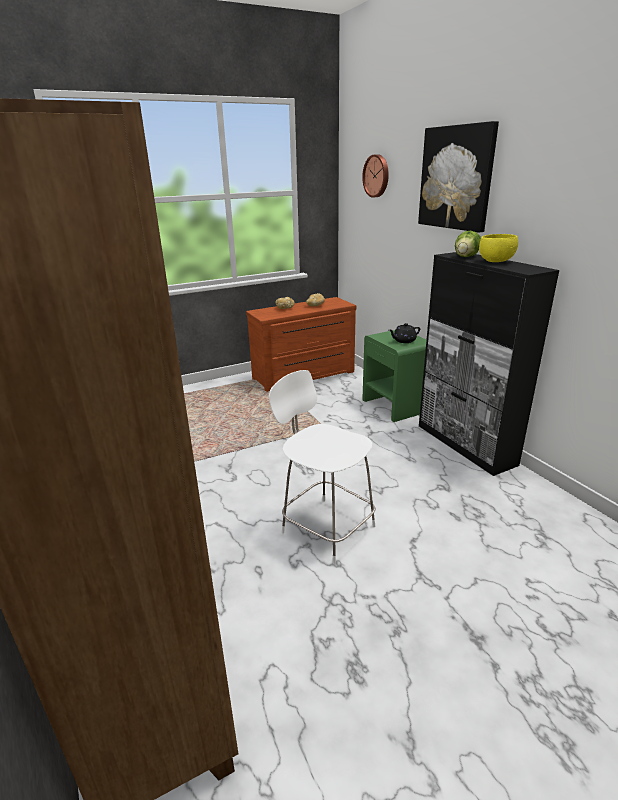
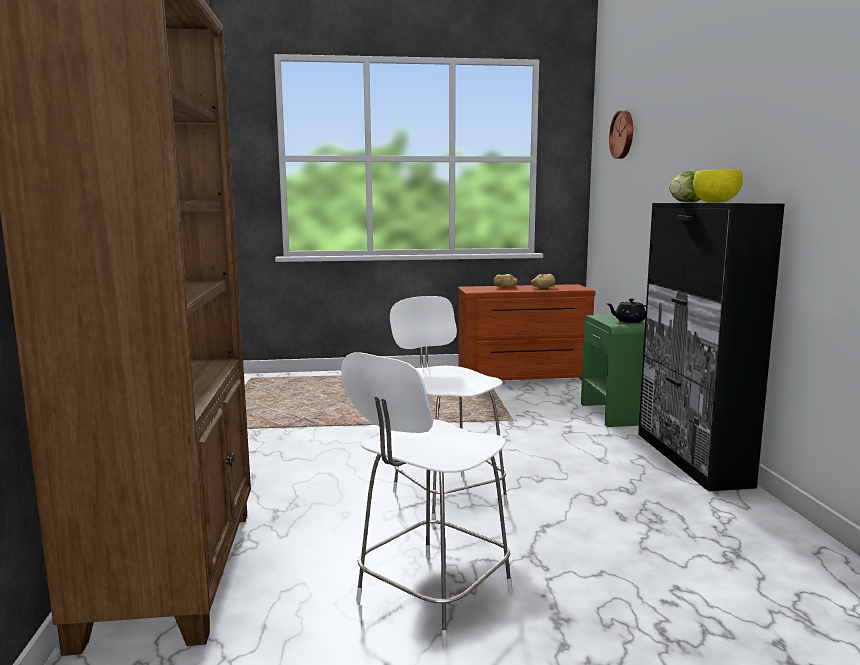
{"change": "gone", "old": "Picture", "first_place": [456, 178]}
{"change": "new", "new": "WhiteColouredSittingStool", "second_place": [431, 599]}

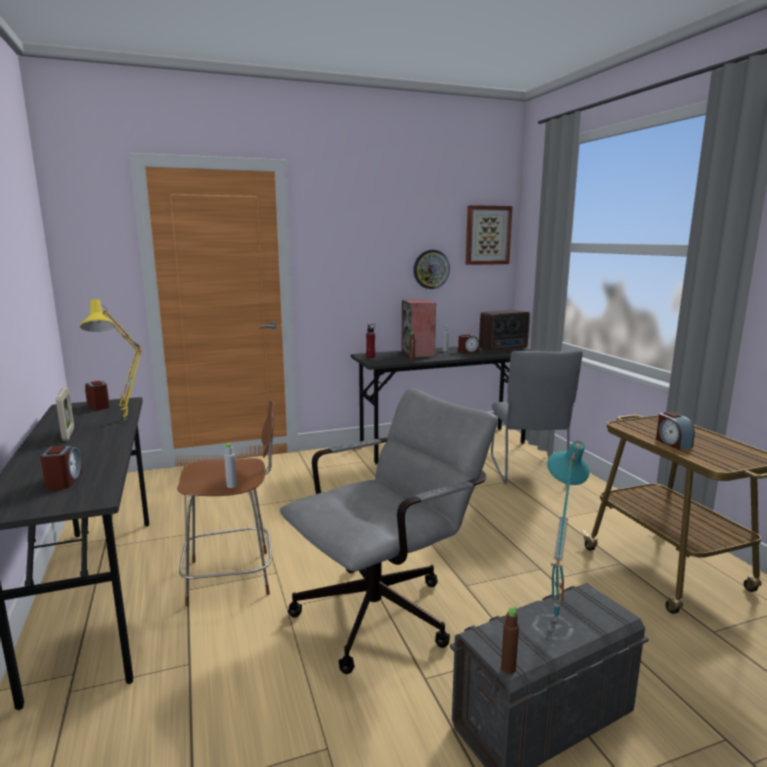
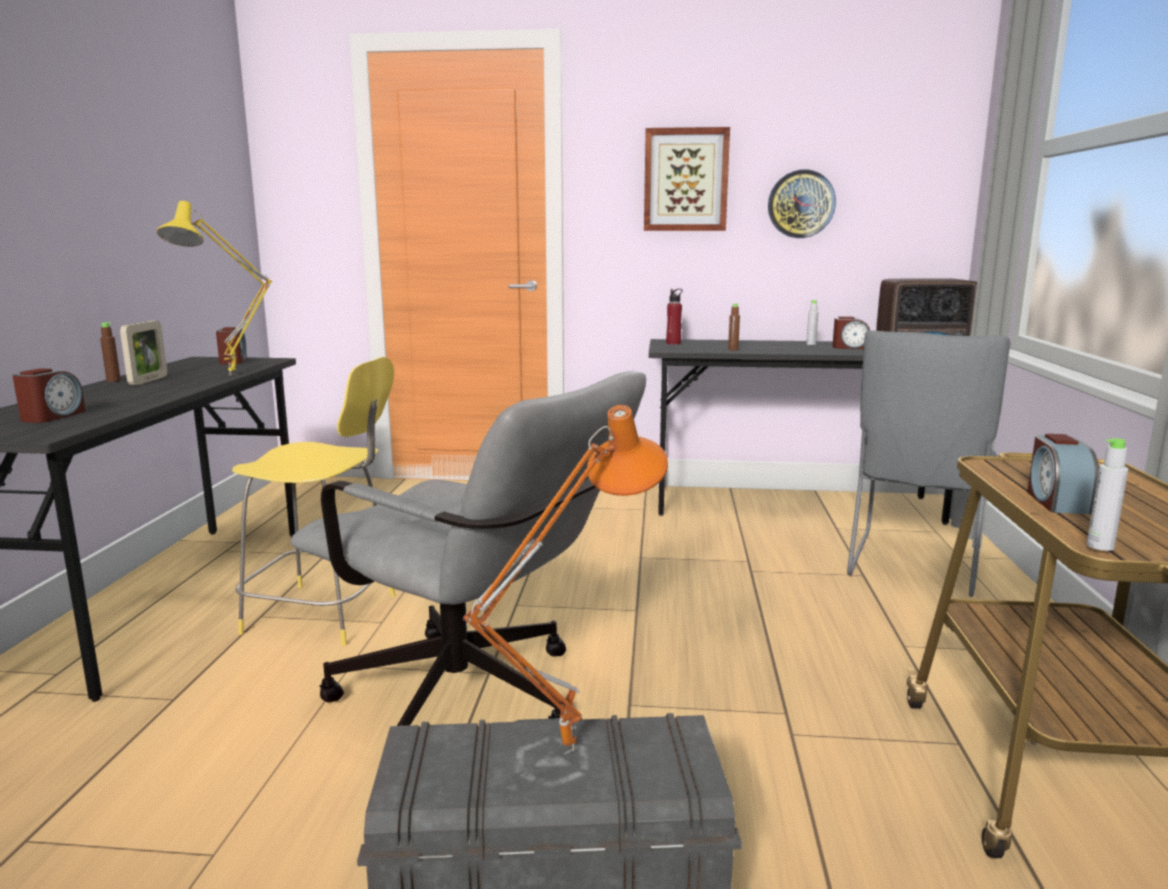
{"change": "gone", "old": "Loudspeaker", "first_place": [418, 353]}
{"change": "shifted", "old": "GreyishBeverageBottle", "first_place": [231, 486], "second_place": [1100, 546]}
{"change": "shifted", "old": "Picture", "first_place": [487, 235], "second_place": [685, 180]}
{"change": "shifted", "old": "BrownishBeverageBottle", "first_place": [508, 668], "second_place": [113, 380]}
{"change": "repainted", "old": "BrownishSittingStool", "new": "YellowColouredSittingStool", "first_place": [233, 577], "second_place": [326, 614]}
{"change": "repainted", "old": "TurquoiseTabletopLamp", "new": "OrangeyTabletopLamp", "first_place": [552, 618], "second_place": [566, 748]}
{"change": "rotated", "old": "GreyishComputerChair", "first_place": [387, 609], "second_place": [477, 704], "degrees": 45}

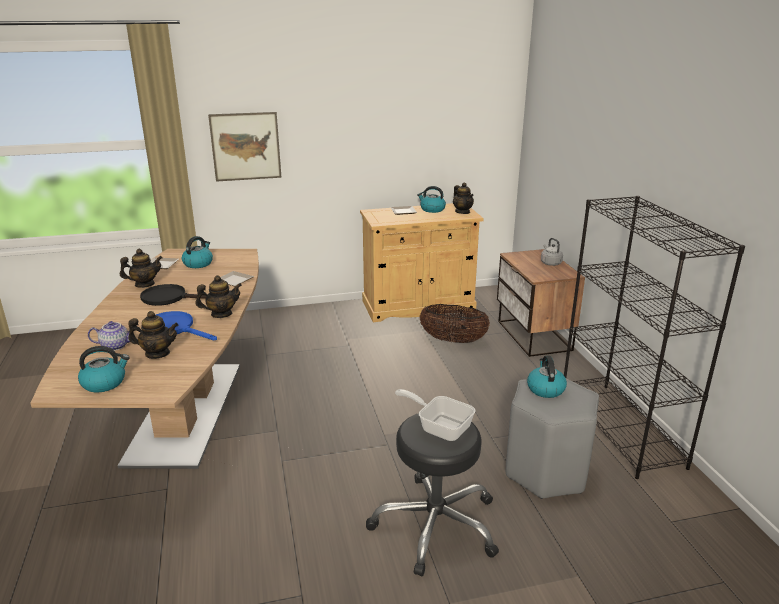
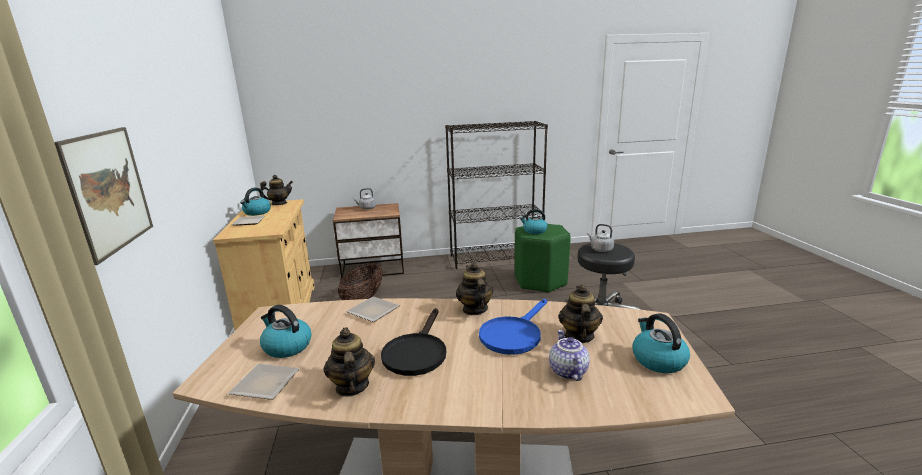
{"change": "swapped", "old": "Skillet", "new": "GreyishWaterKettle", "first_place": [440, 427], "second_place": [600, 249]}
{"change": "repainted", "old": "GreyishSittingStool", "new": "GreenishSittingStool", "first_place": [546, 471], "second_place": [539, 281]}

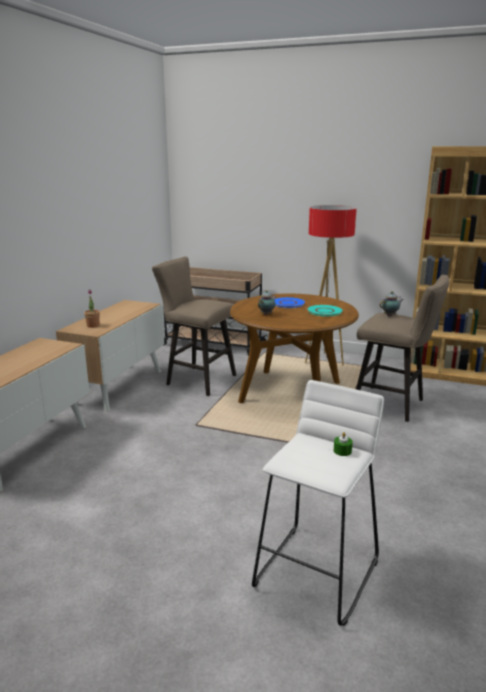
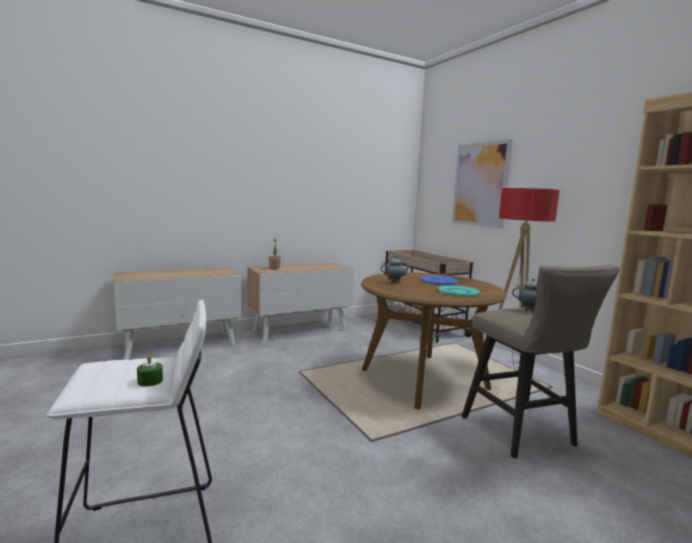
{"change": "gone", "old": "BeigeSittingStool", "first_place": [197, 379]}
{"change": "new", "new": "Picture", "second_place": [480, 184]}

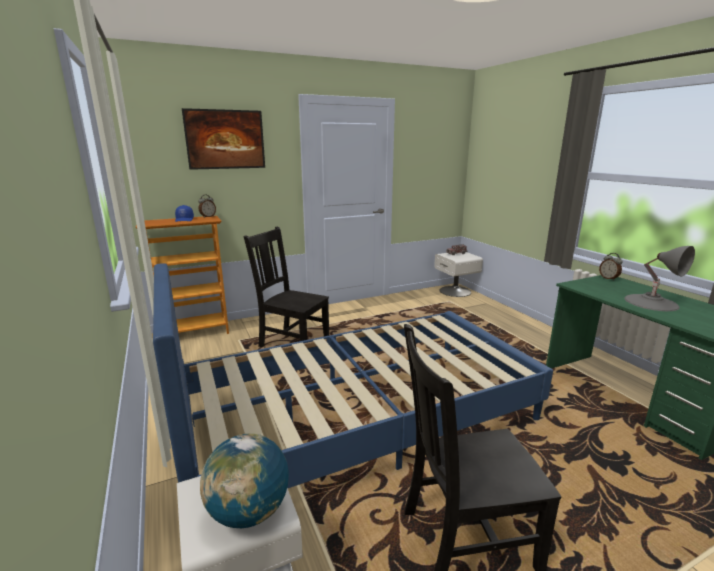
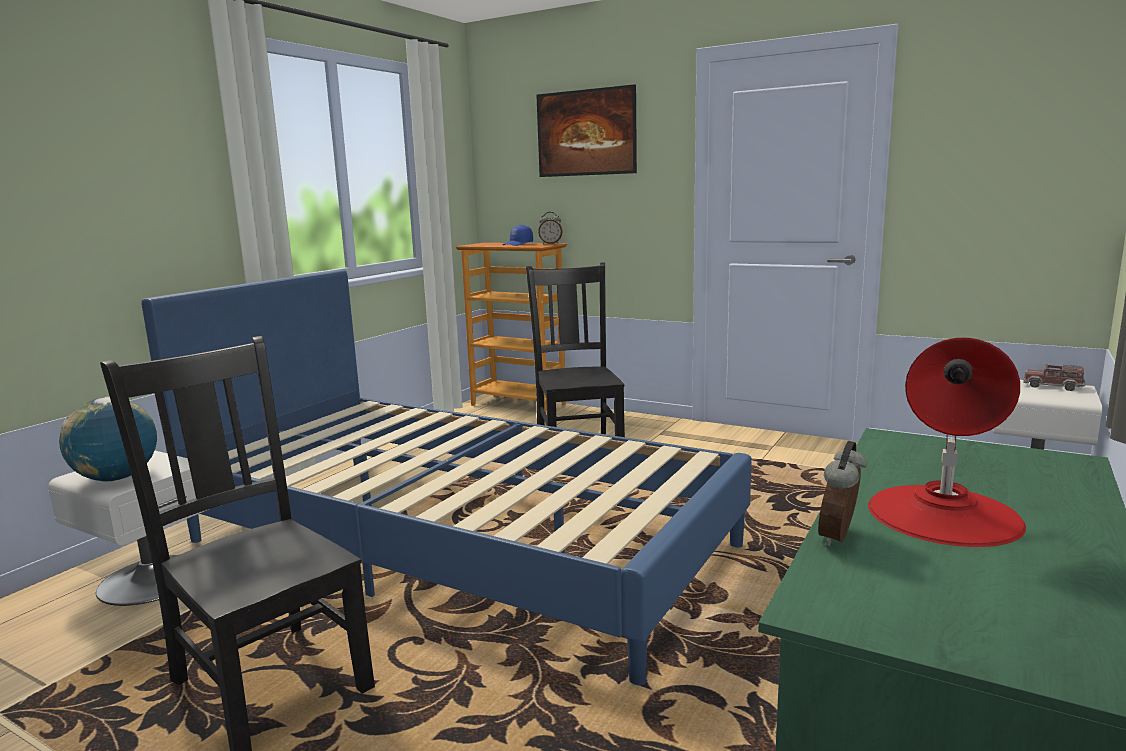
{"change": "shifted", "old": "BedsideClock", "first_place": [608, 278], "second_place": [840, 538]}
{"change": "repainted", "old": "GreyishTabletopLamp", "new": "RedTabletopLamp", "first_place": [651, 302], "second_place": [944, 514]}

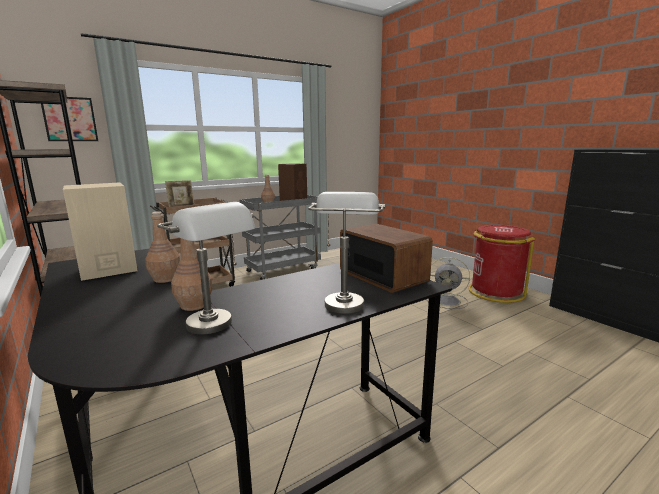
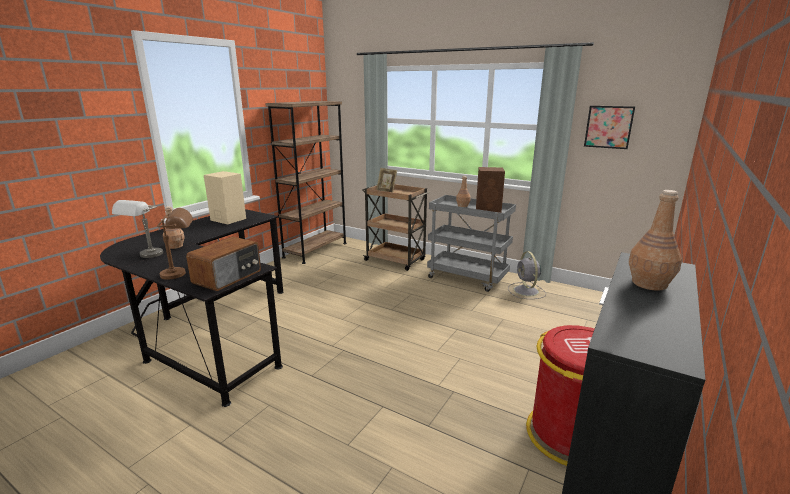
{"change": "shifted", "old": "Picture", "first_place": [70, 119], "second_place": [608, 127]}
{"change": "shifted", "old": "BrownishBeverageBottle", "first_place": [165, 279], "second_place": [649, 284]}
{"change": "shifted", "old": "GreyishElectricFan", "first_place": [447, 301], "second_place": [526, 291]}
{"change": "repainted", "old": "GreyishTabletopLamp", "new": "BrownishTabletopLamp", "first_place": [344, 299], "second_place": [182, 273]}

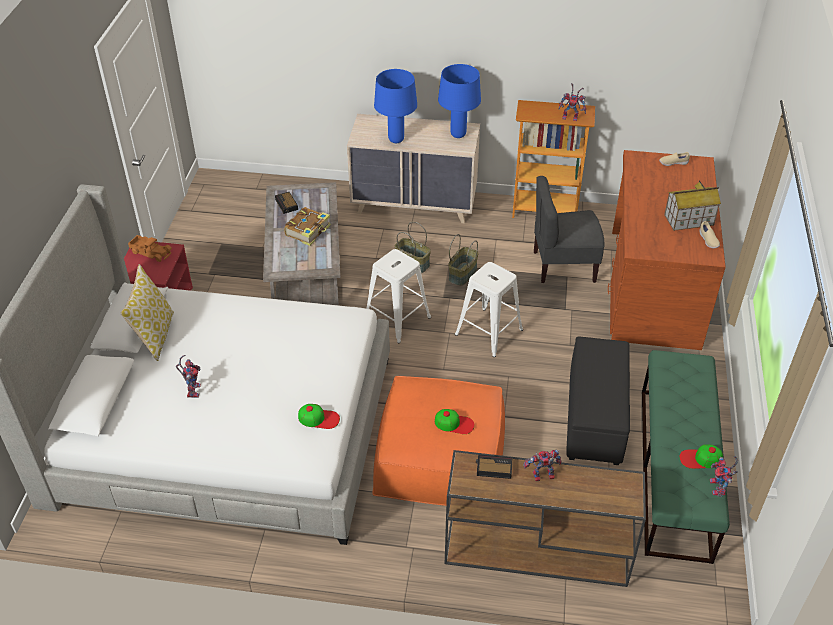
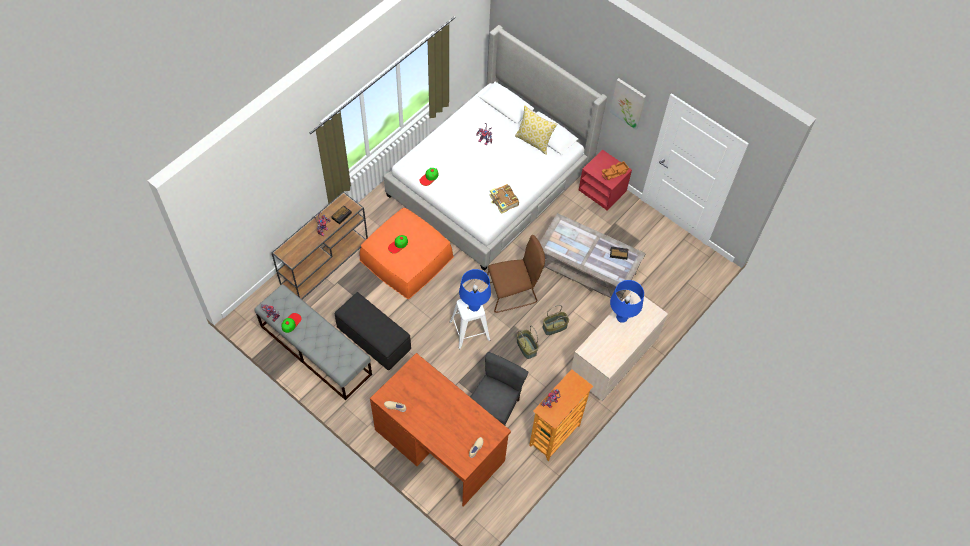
{"change": "gone", "old": "ModelHouse", "first_place": [688, 220]}
{"change": "new", "new": "Picture", "second_place": [628, 103]}
{"change": "shifted", "old": "Volume", "first_place": [308, 231], "second_place": [503, 201]}
{"change": "shifted", "old": "BlueColouredTabletopLamp", "first_place": [458, 135], "second_place": [474, 307]}
{"change": "swapped", "old": "WhiteColouredSittingStool", "new": "BrownishChair", "first_place": [397, 318], "second_place": [513, 293]}
{"change": "repainted", "old": "GreenishIndoorBench", "new": "GreyishIndoorBench", "first_place": [674, 472], "second_place": [315, 350]}

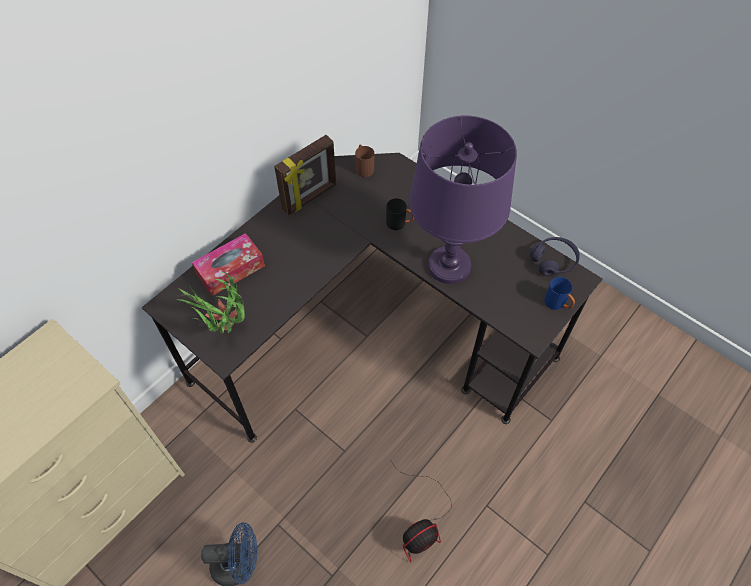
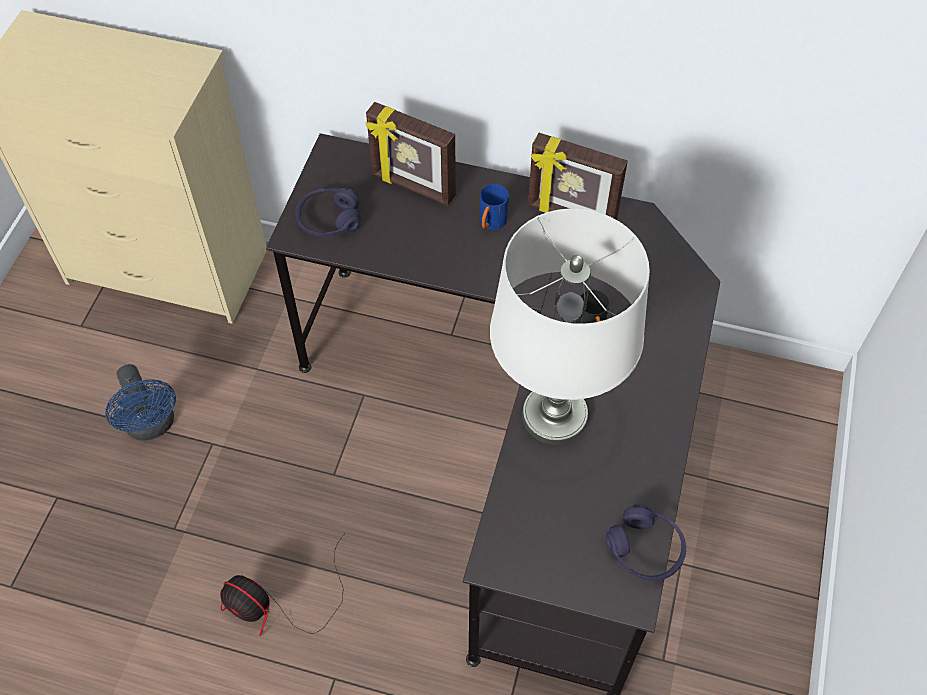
{"change": "gone", "old": "BrownishCoffeeMug", "first_place": [363, 168]}
{"change": "shifted", "old": "BlueColouredCoffeeMug", "first_place": [558, 304], "second_place": [491, 224]}
{"change": "swapped", "old": "PlantInAPot", "new": "PurpleHeadset", "first_place": [225, 329], "second_place": [329, 220]}
{"change": "swapped", "old": "TissueHolder", "new": "PhotoFrame", "first_place": [230, 270], "second_place": [412, 187]}
{"change": "repainted", "old": "PurpleTabletopLamp", "new": "WhiteColouredTabletopLamp", "first_place": [449, 266], "second_place": [555, 416]}

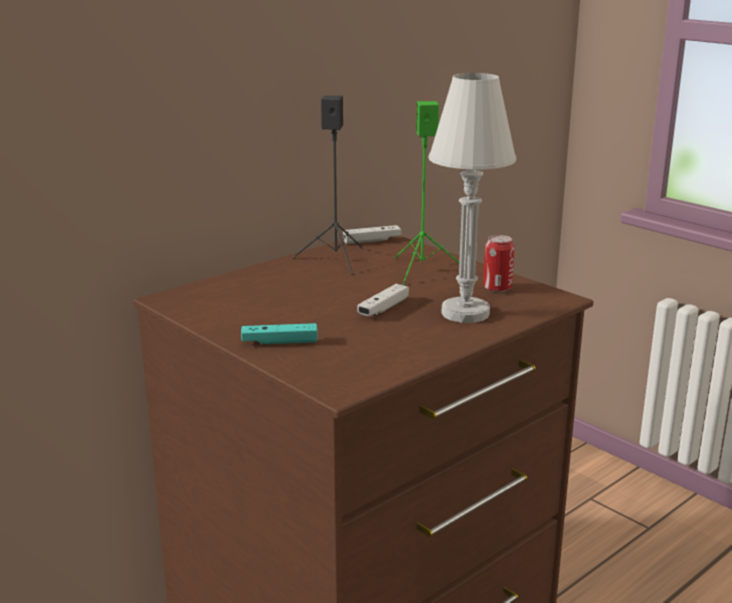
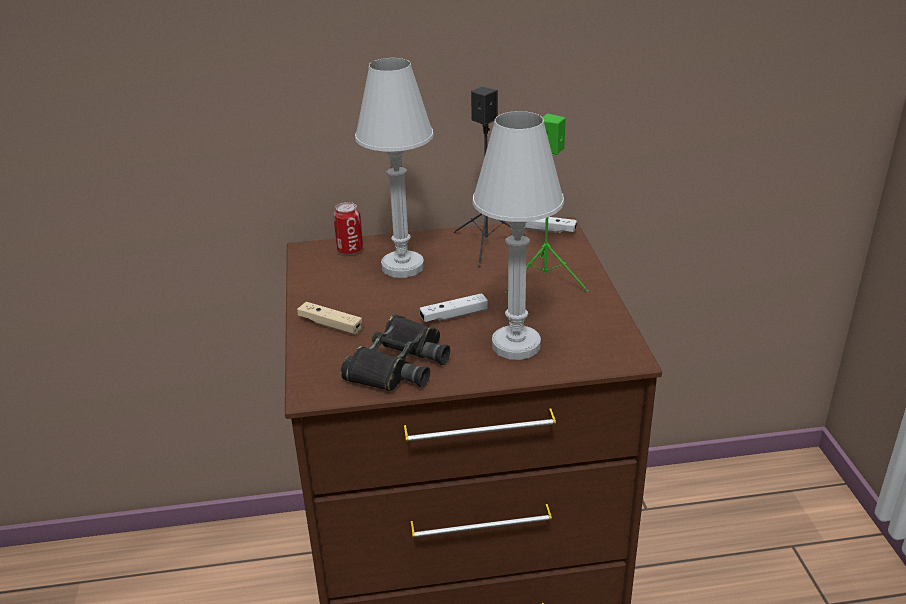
{"change": "new", "new": "BlackishBinoculars", "second_place": [398, 364]}
{"change": "new", "new": "WhiteColouredTabletopLamp", "second_place": [402, 267]}
{"change": "shifted", "old": "SealedCan", "first_place": [497, 288], "second_place": [350, 250]}
{"change": "repainted", "old": "TurquoiseGameController", "new": "BeigeGameController", "first_place": [279, 342], "second_place": [330, 325]}

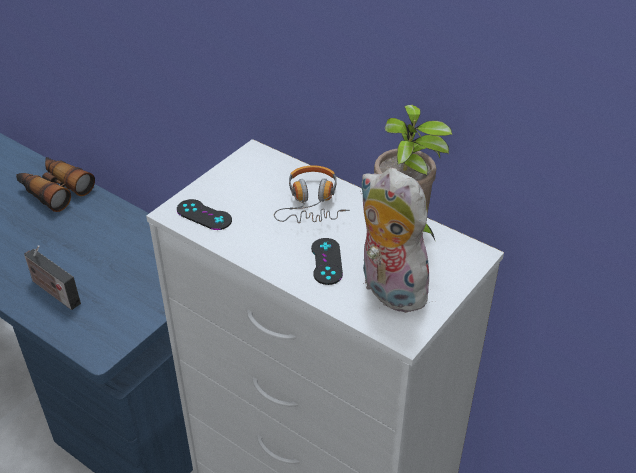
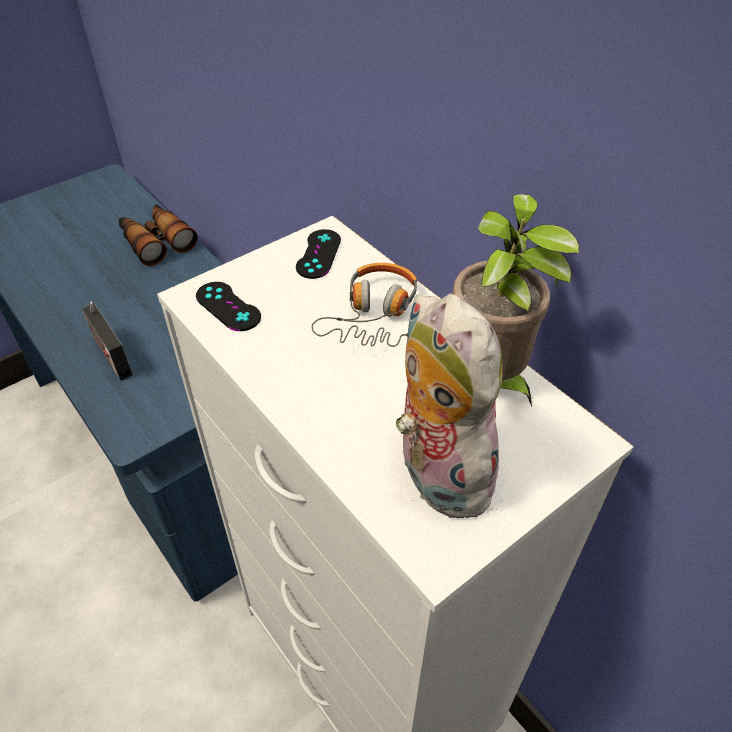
{"change": "shifted", "old": "BlackishGameController", "first_place": [326, 261], "second_place": [318, 254]}

